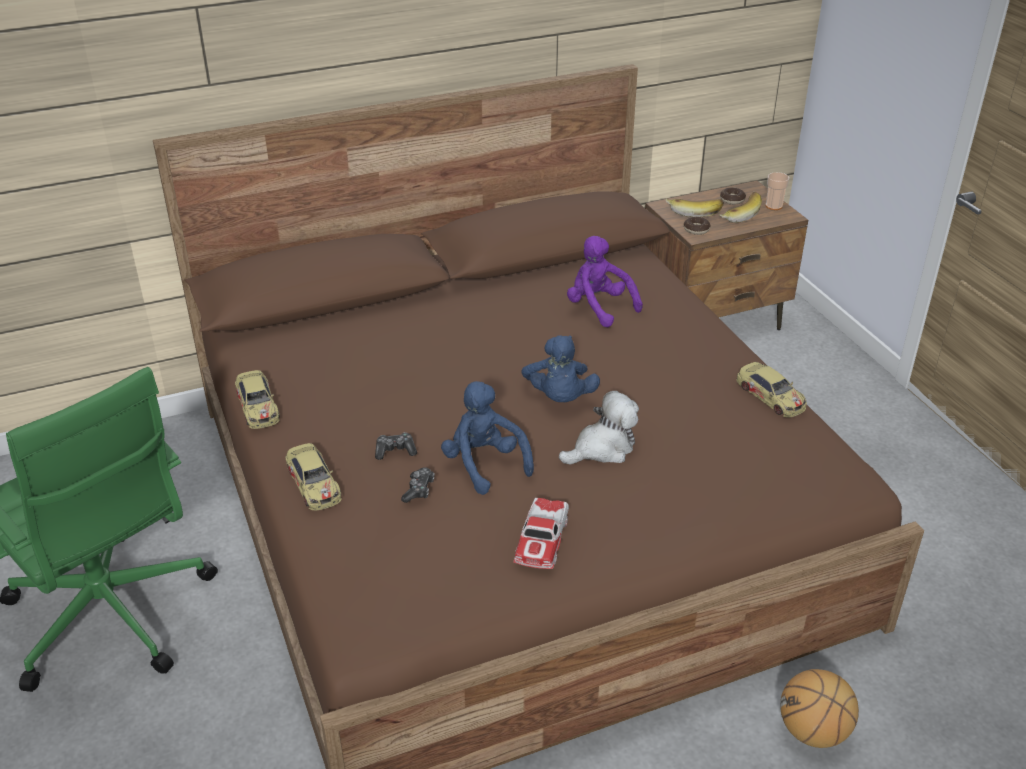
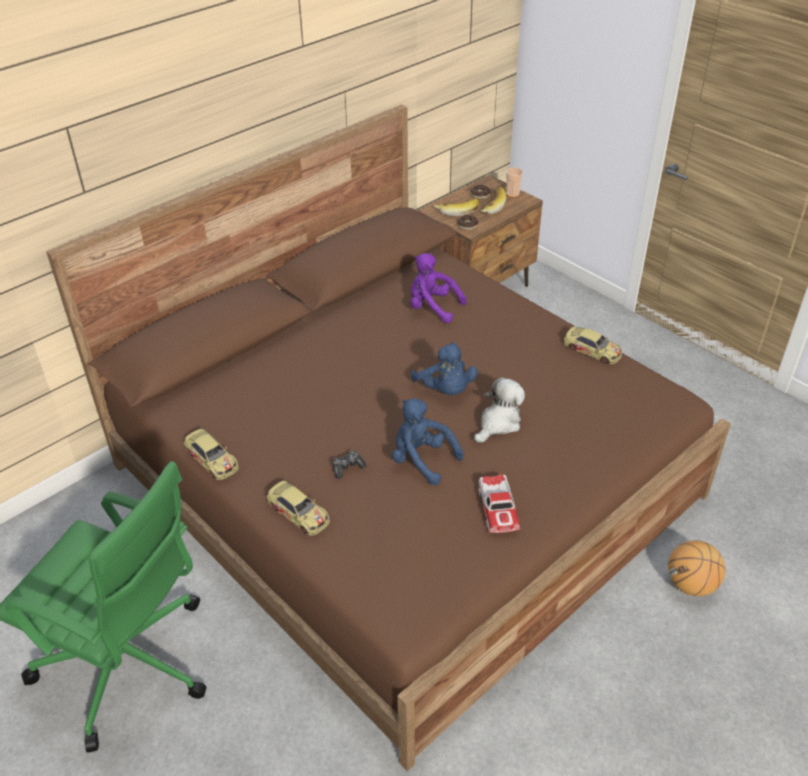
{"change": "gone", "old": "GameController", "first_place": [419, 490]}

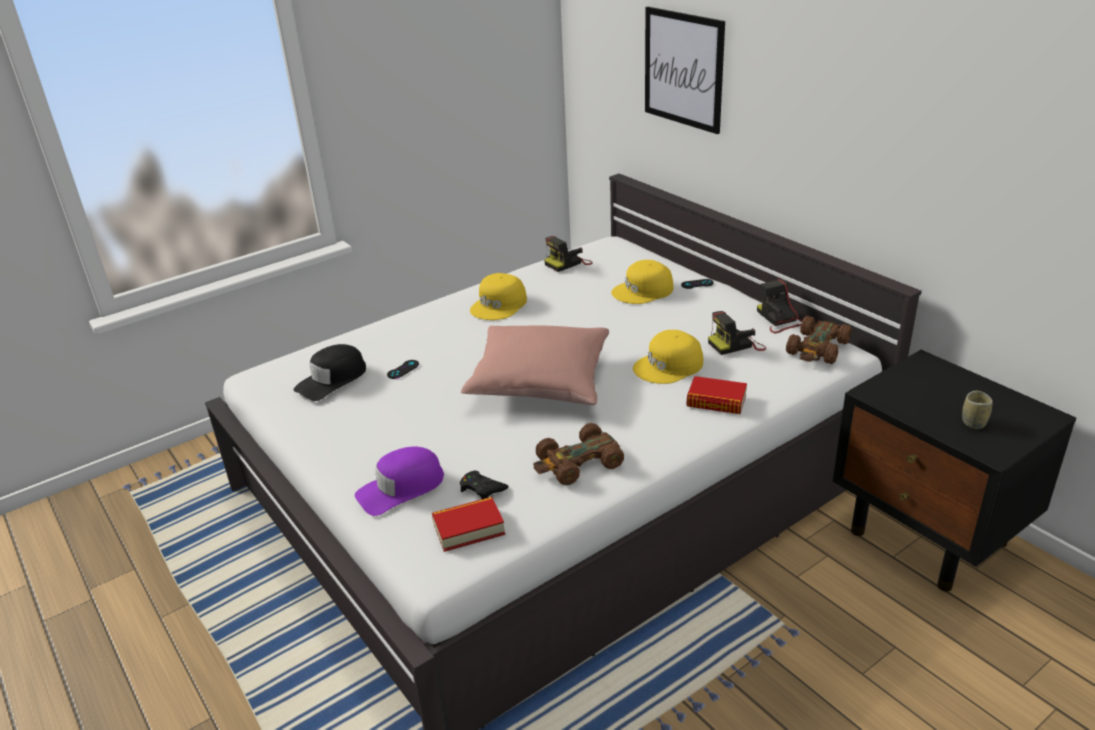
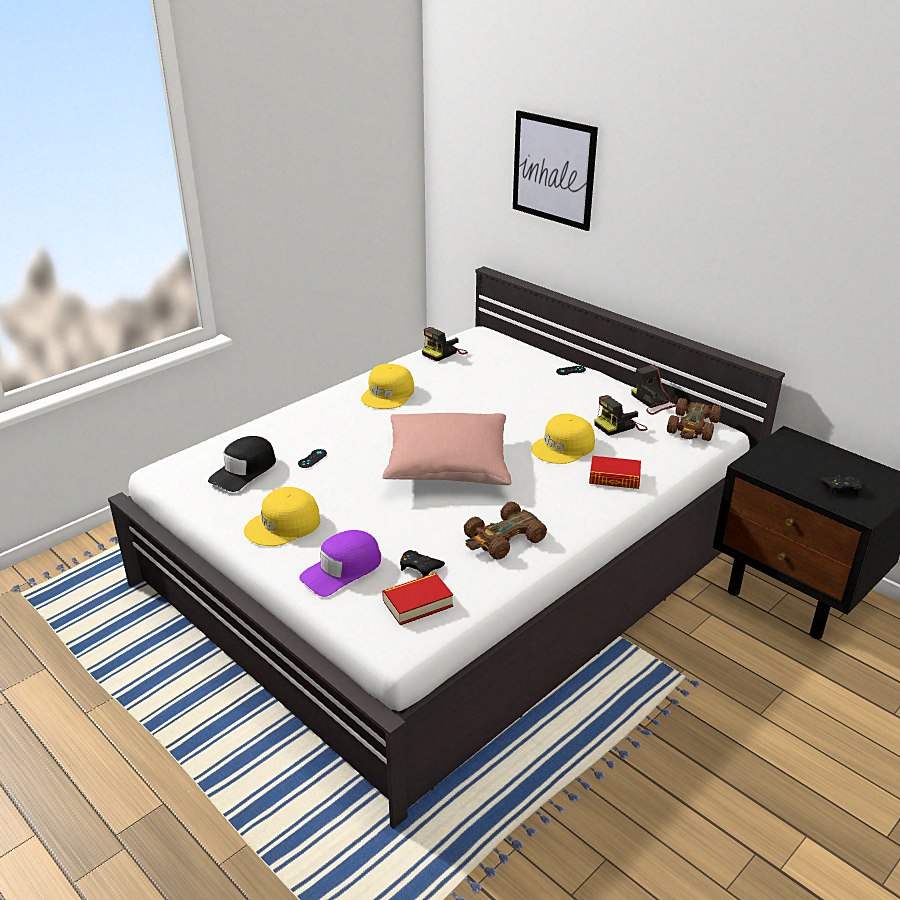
{"change": "shifted", "old": "YellowColouredPeakedCap", "first_place": [643, 291], "second_place": [284, 526]}
{"change": "swapped", "old": "DrinkingCup", "new": "BlackishGameController", "first_place": [973, 423], "second_place": [841, 488]}

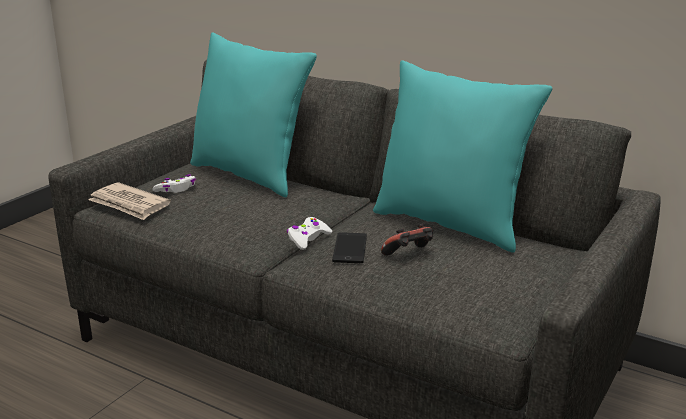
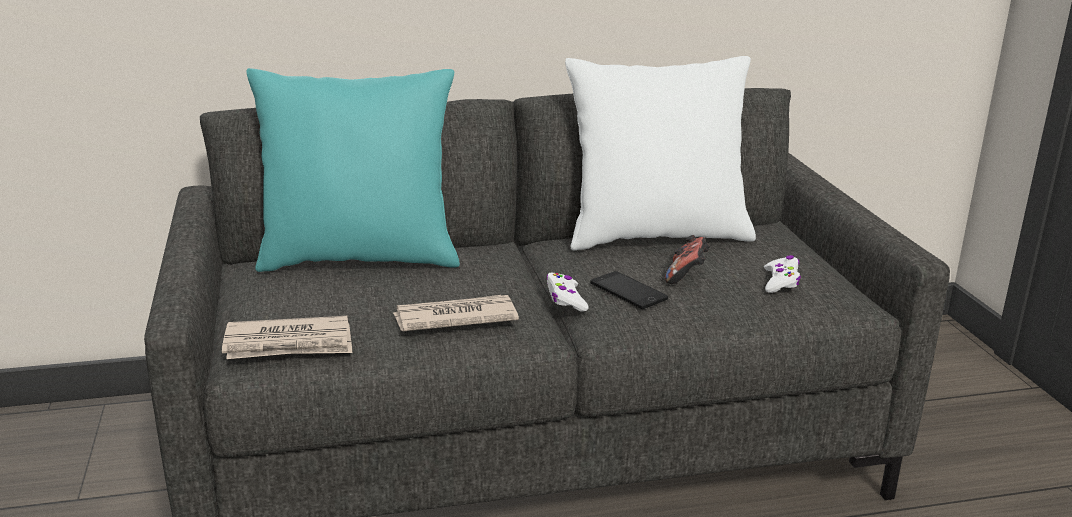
{"change": "new", "new": "PrintedPaper", "second_place": [454, 318]}
{"change": "shifted", "old": "WhiteColouredGameController", "first_place": [176, 189], "second_place": [781, 281]}
{"change": "repainted", "old": "TurquoisePillow", "new": "WhiteColouredPillow", "first_place": [450, 224], "second_place": [656, 236]}

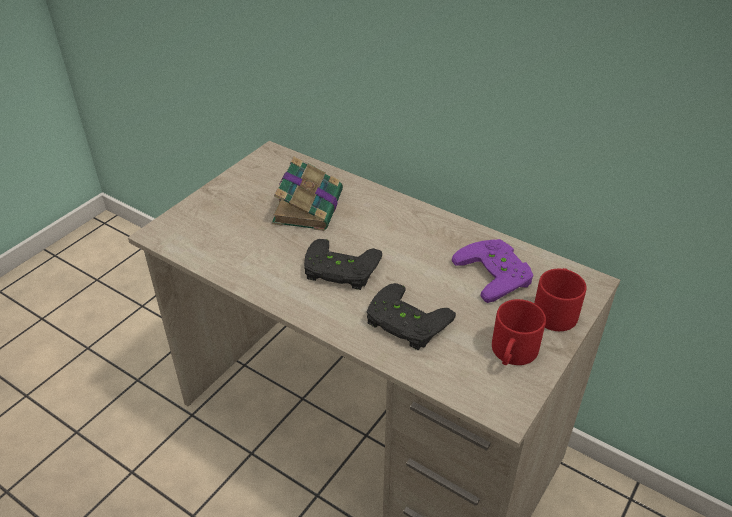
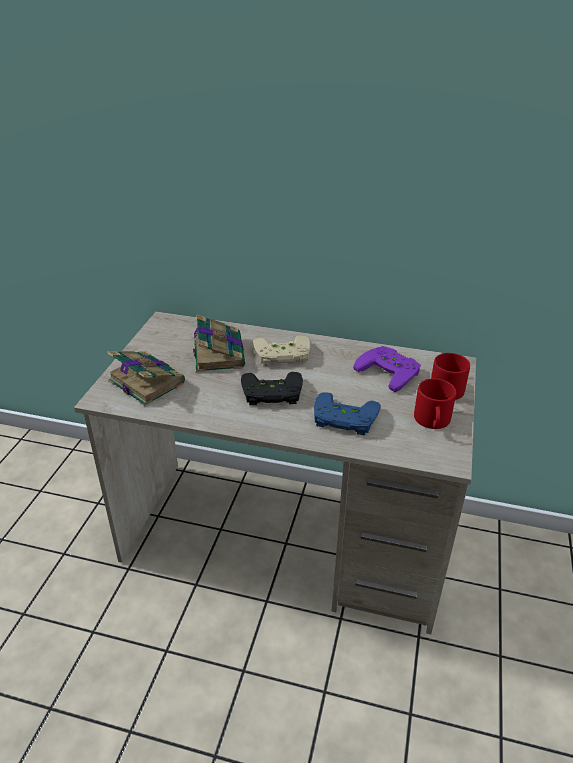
{"change": "new", "new": "Volume", "second_place": [145, 381]}
{"change": "new", "new": "BeigeGameController", "second_place": [282, 356]}
{"change": "repainted", "old": "BlackishGameController", "new": "BlueColouredGameController", "first_place": [404, 323], "second_place": [343, 419]}

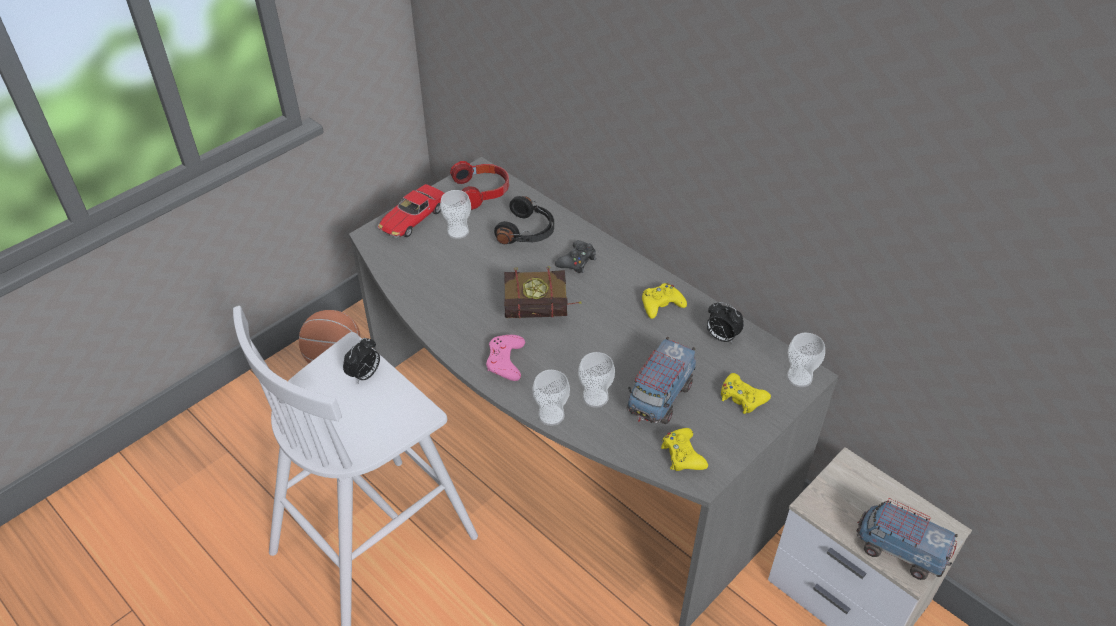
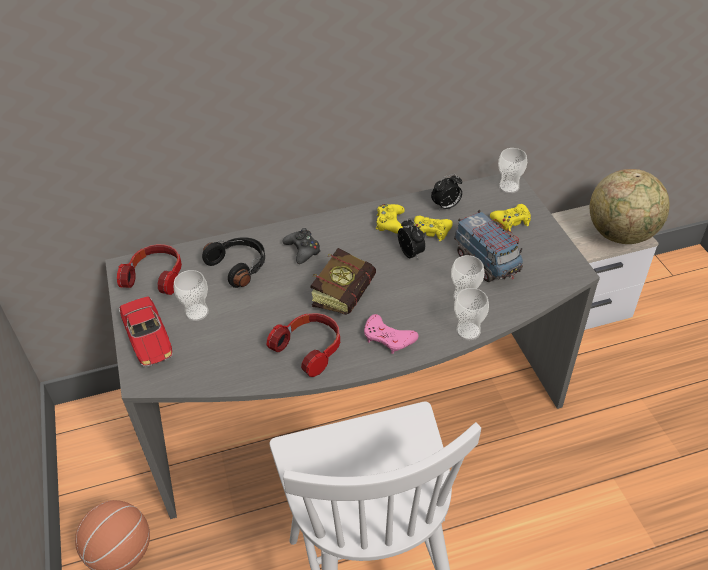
{"change": "new", "new": "Headset", "second_place": [310, 348]}
{"change": "shifted", "old": "BedsideClock", "first_place": [365, 375], "second_place": [411, 253]}
{"change": "shifted", "old": "YellowColouredGameController", "first_place": [682, 455], "second_place": [431, 231]}
{"change": "swapped", "old": "ModelTruck", "new": "DeskGlobe", "first_place": [899, 551], "second_place": [621, 235]}

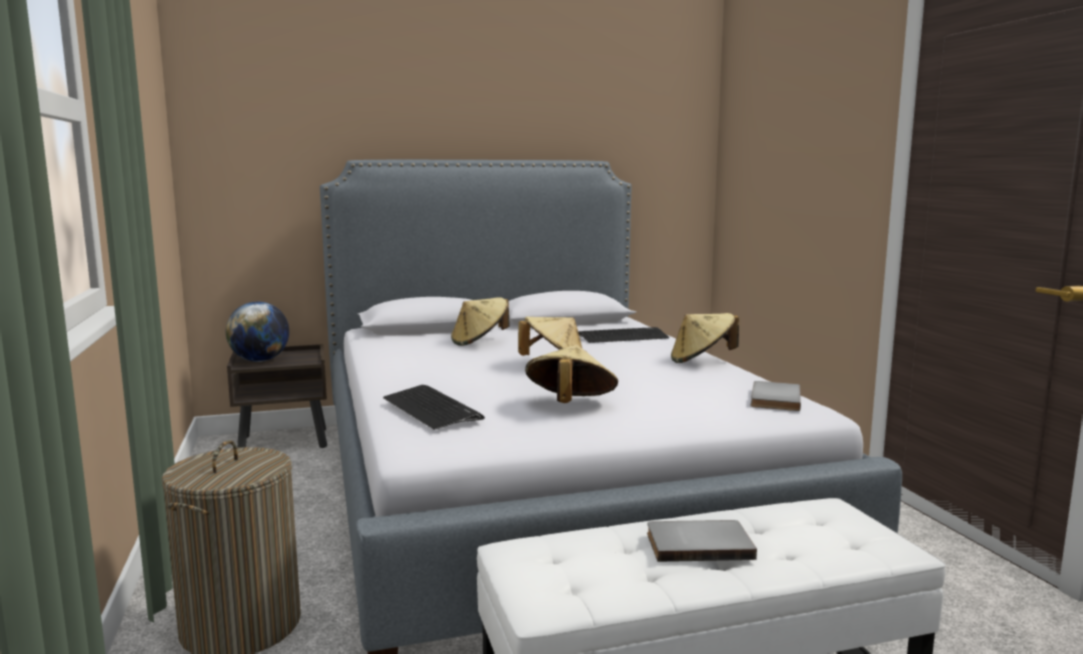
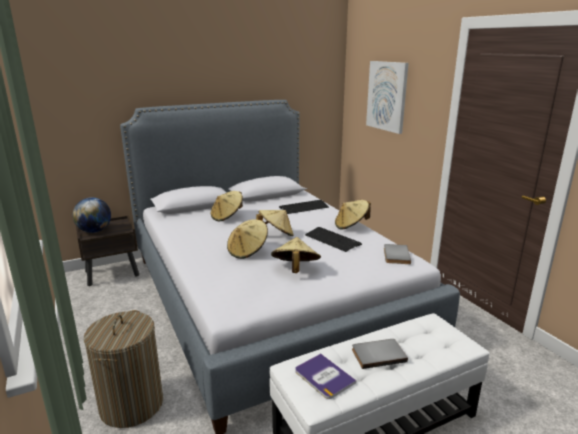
{"change": "new", "new": "BeigeWearableHat", "second_place": [248, 251]}
{"change": "new", "new": "Volume", "second_place": [324, 376]}
{"change": "new", "new": "Picture", "second_place": [387, 96]}
{"change": "shifted", "old": "Keyboard", "first_place": [432, 409], "second_place": [332, 240]}

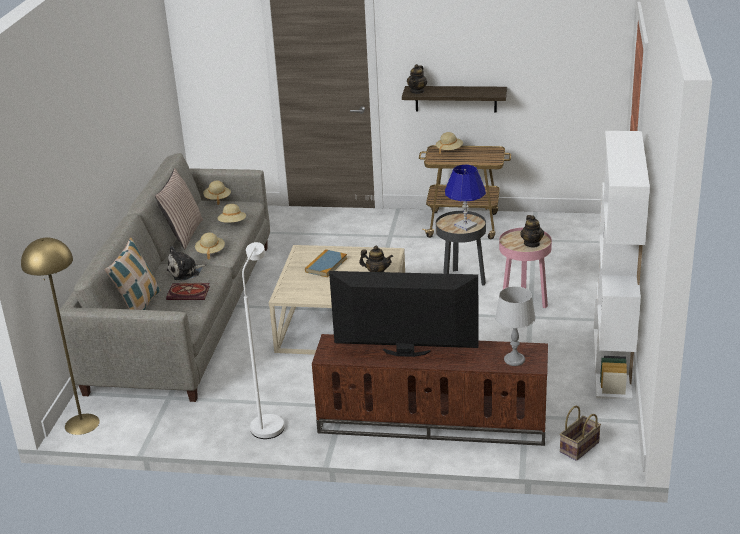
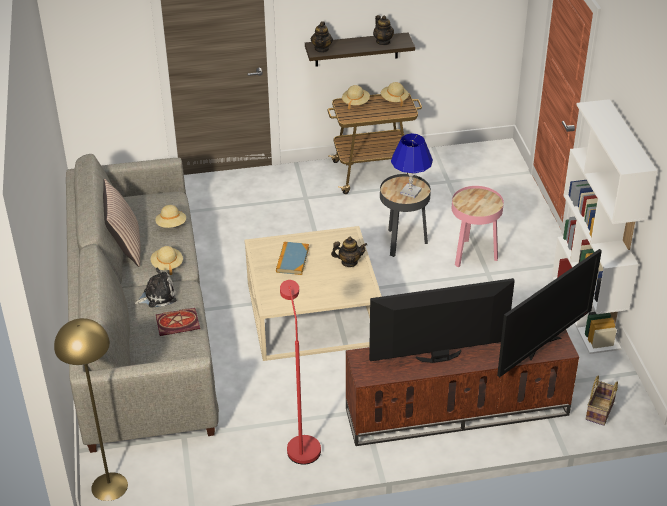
{"change": "gone", "old": "Pillow", "first_place": [139, 306]}
{"change": "shifted", "old": "BeigeWearableHat", "first_place": [217, 198], "second_place": [394, 99]}
{"change": "shifted", "old": "TeaPot", "first_place": [532, 244], "second_place": [383, 42]}
{"change": "swapped", "old": "GreyishTabletopLamp", "new": "TvSet", "first_place": [514, 360], "second_place": [542, 346]}
{"change": "repainted", "old": "WhiteColouredStandardLamp", "new": "RedStandardLamp", "first_place": [268, 422], "second_place": [301, 444]}
{"change": "rotated", "old": "PlushToy", "first_place": [185, 272], "second_place": [157, 296], "degrees": -150}

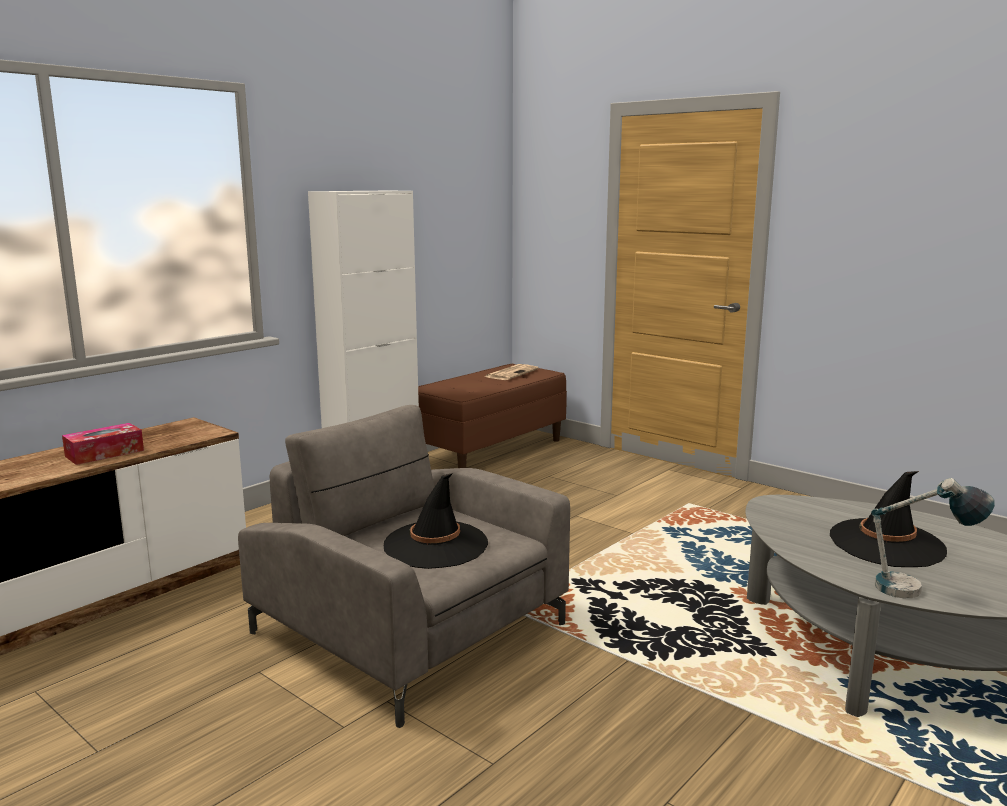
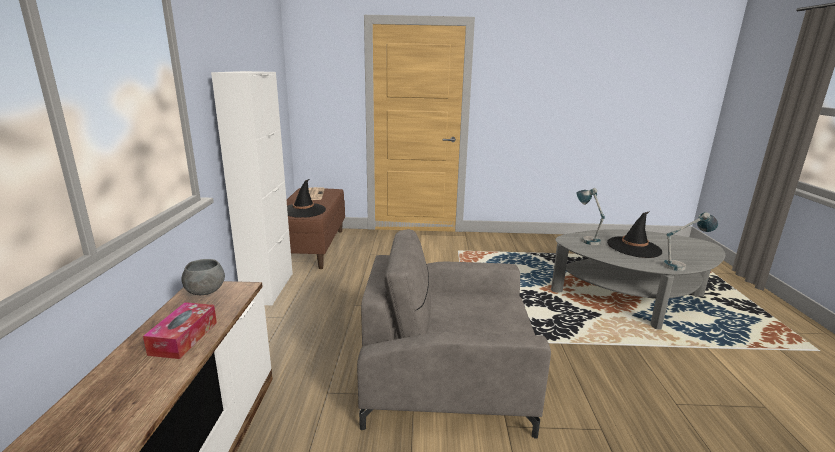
{"change": "new", "new": "GreyishDeepDish", "second_place": [205, 291]}
{"change": "new", "new": "TabletopLamp", "second_place": [586, 239]}
{"change": "shifted", "old": "BlackishWearableHat", "first_place": [435, 545], "second_place": [304, 210]}

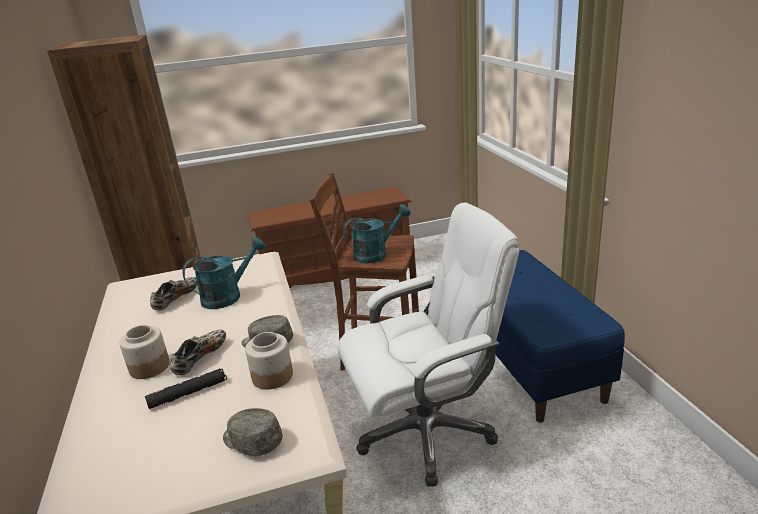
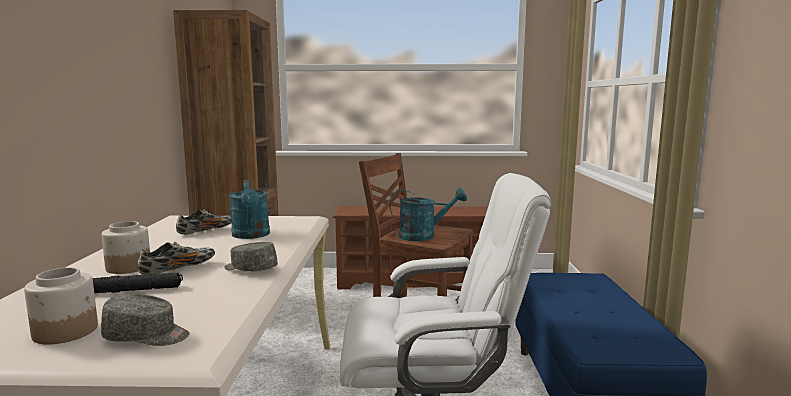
{"change": "shifted", "old": "PreserveJar", "first_place": [273, 376], "second_place": [66, 331]}
{"change": "rotated", "old": "TurquoiseSprinklingCan", "first_place": [228, 296], "second_place": [251, 235], "degrees": 90}
{"change": "rotated", "old": "GreyishPeakedCap", "first_place": [252, 441], "second_place": [147, 337], "degrees": 135}

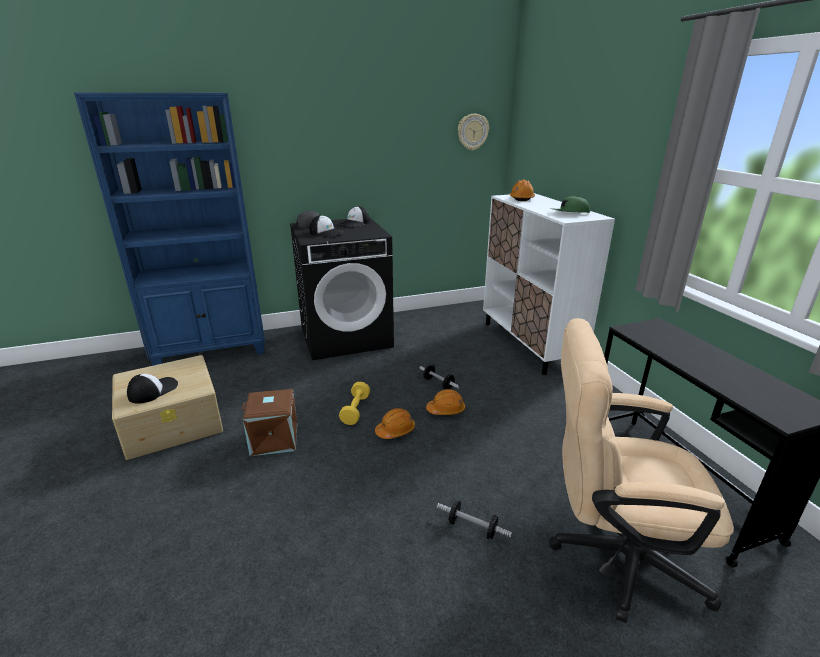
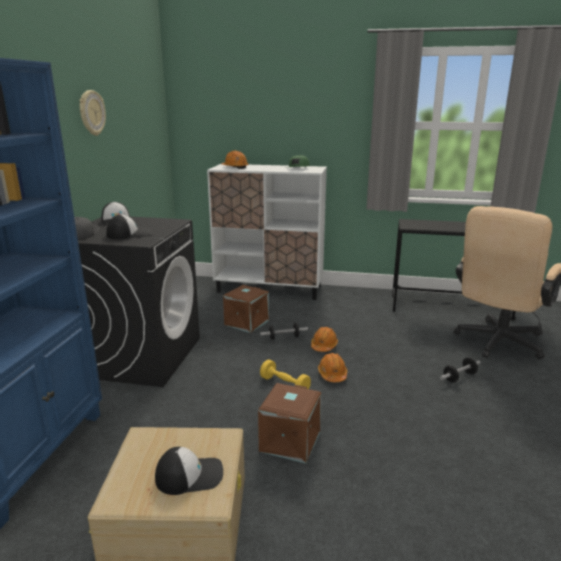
{"change": "new", "new": "BrownishStorageBin", "second_place": [246, 322]}
{"change": "shifted", "old": "ClockOnTheWall", "first_place": [472, 132], "second_place": [91, 113]}
{"change": "rotated", "old": "PeakedCap", "first_place": [153, 390], "second_place": [190, 475], "degrees": 105}

